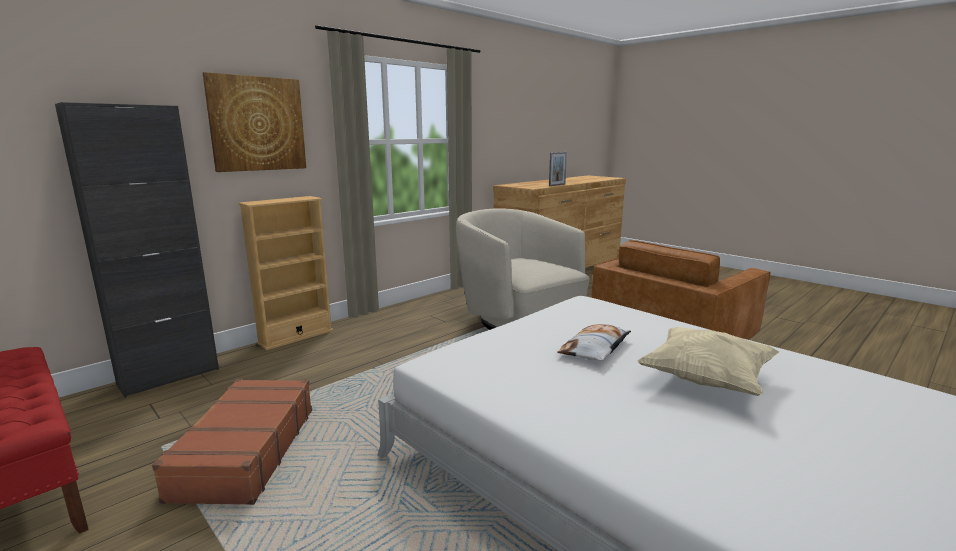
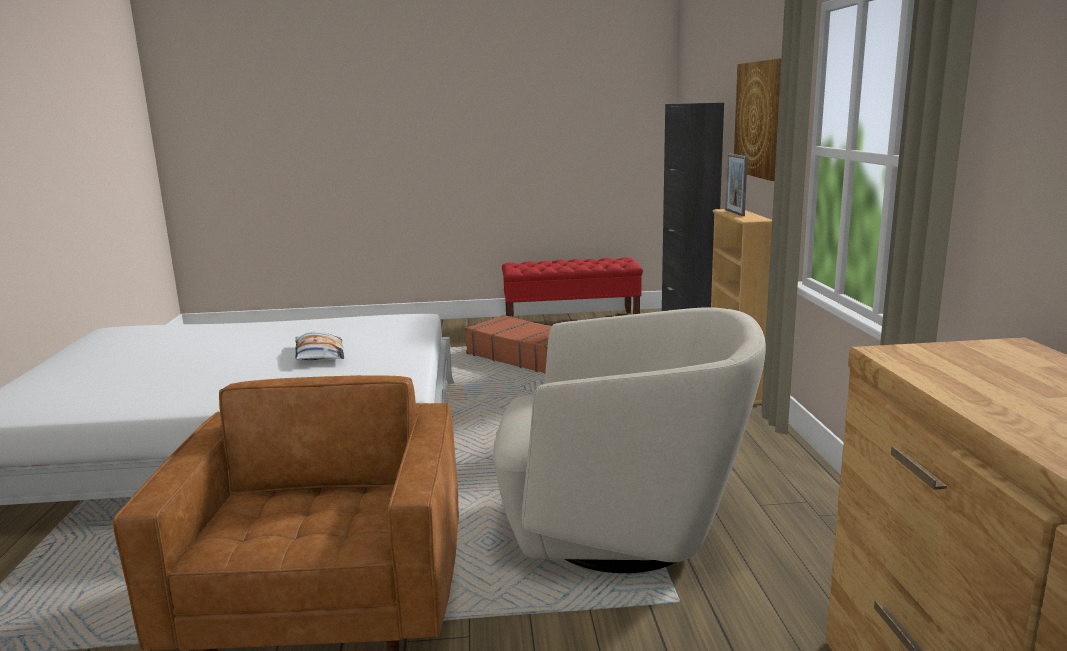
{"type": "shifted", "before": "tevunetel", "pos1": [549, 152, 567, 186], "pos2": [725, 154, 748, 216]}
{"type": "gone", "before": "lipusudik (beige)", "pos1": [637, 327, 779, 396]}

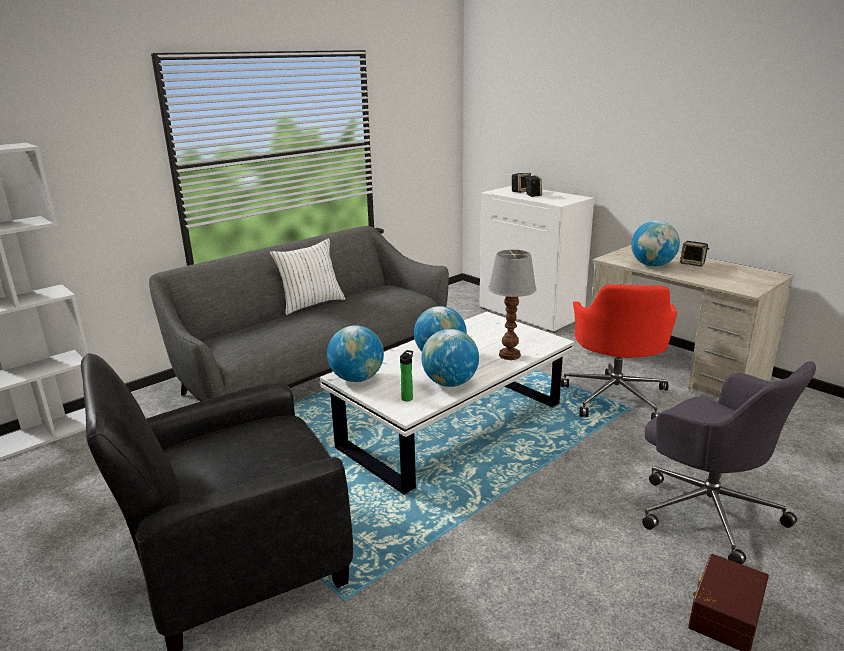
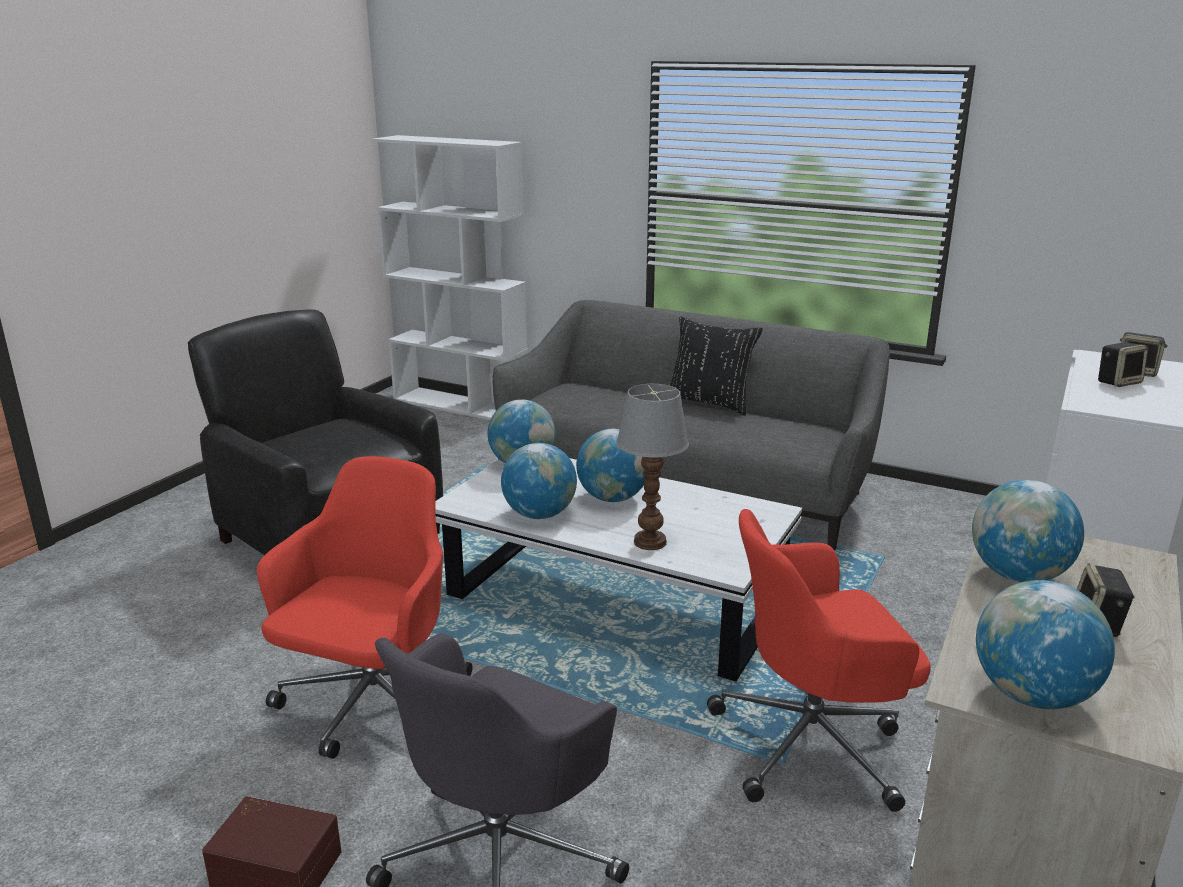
{"type": "repainted", "before": "lipusudik (white)", "after": "lipusudik (black)", "pos1": [269, 239, 345, 315], "pos2": [669, 316, 763, 416]}
{"type": "gone", "before": "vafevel", "pos1": [400, 350, 413, 401]}
{"type": "new", "after": "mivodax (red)", "pos2": [257, 456, 472, 759]}
{"type": "new", "after": "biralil", "pos2": [976, 580, 1115, 709]}

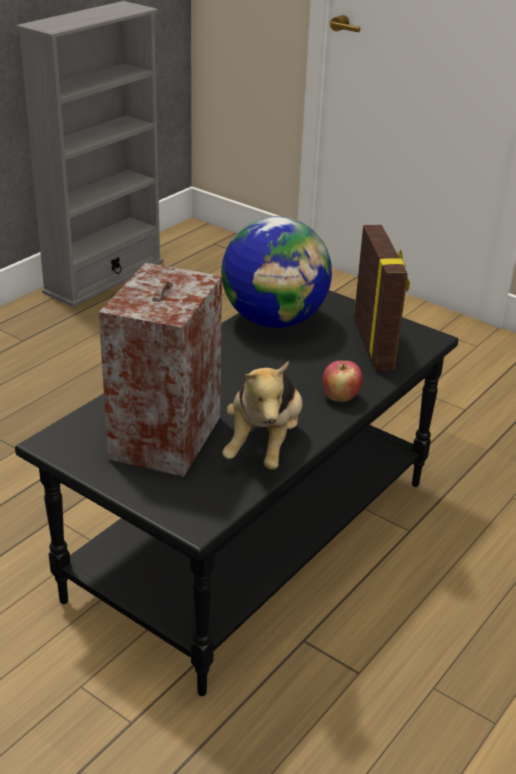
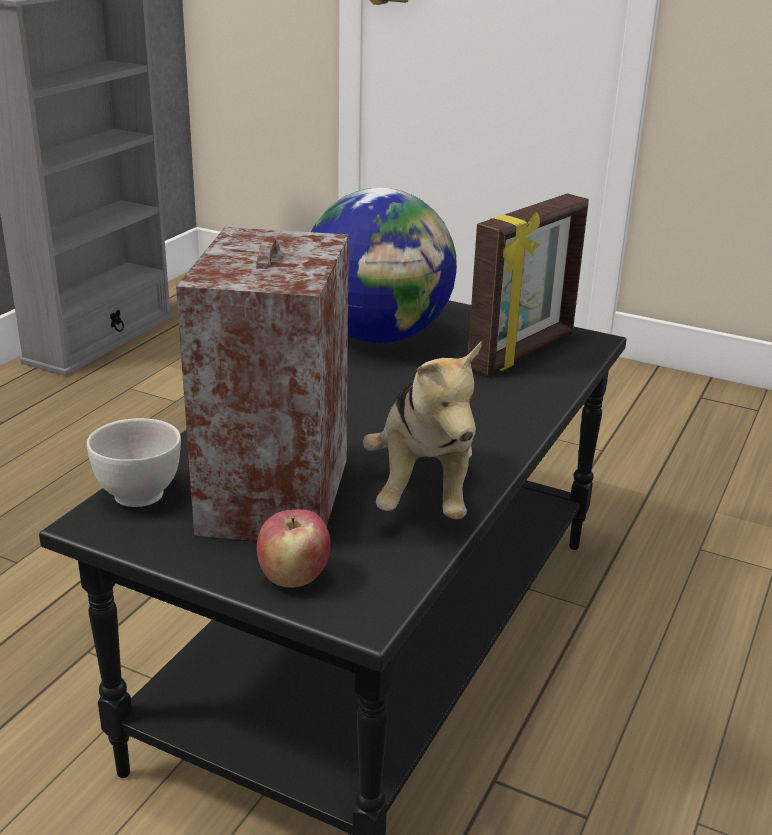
{"type": "rotated", "before": "tevunetel", "pos1": [354, 225, 410, 371], "pos2": [468, 193, 589, 375], "turn": 60}
{"type": "shifted", "before": "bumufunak", "pos1": [322, 360, 362, 402], "pos2": [257, 509, 331, 588]}
{"type": "new", "after": "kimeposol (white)", "pos2": [87, 418, 181, 507]}

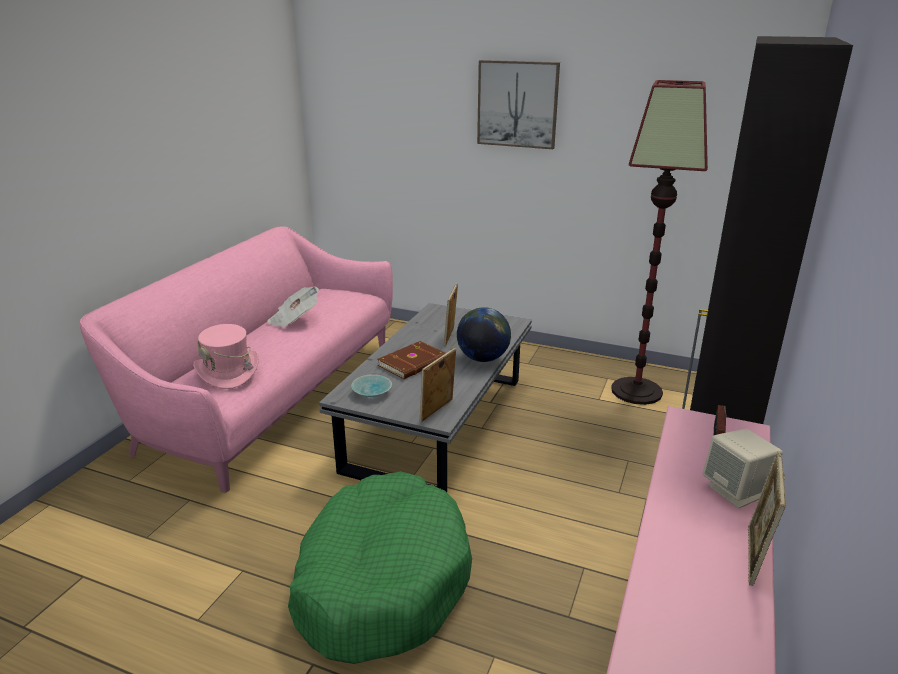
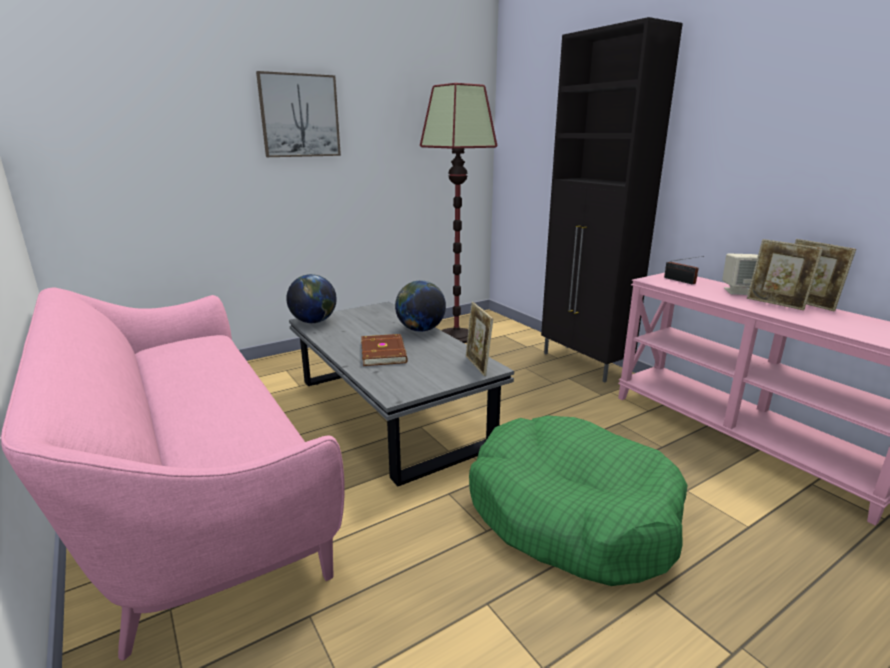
{"type": "shifted", "before": "tevunetel", "pos1": [443, 283, 458, 346], "pos2": [747, 239, 823, 310]}
{"type": "gone", "before": "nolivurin", "pos1": [267, 287, 319, 328]}
{"type": "gone", "before": "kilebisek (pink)", "pos1": [193, 324, 259, 389]}
{"type": "gone", "before": "kimeposol (turquoise)", "pos1": [351, 374, 392, 398]}
{"type": "new", "after": "biralil", "pos2": [286, 274, 337, 323]}

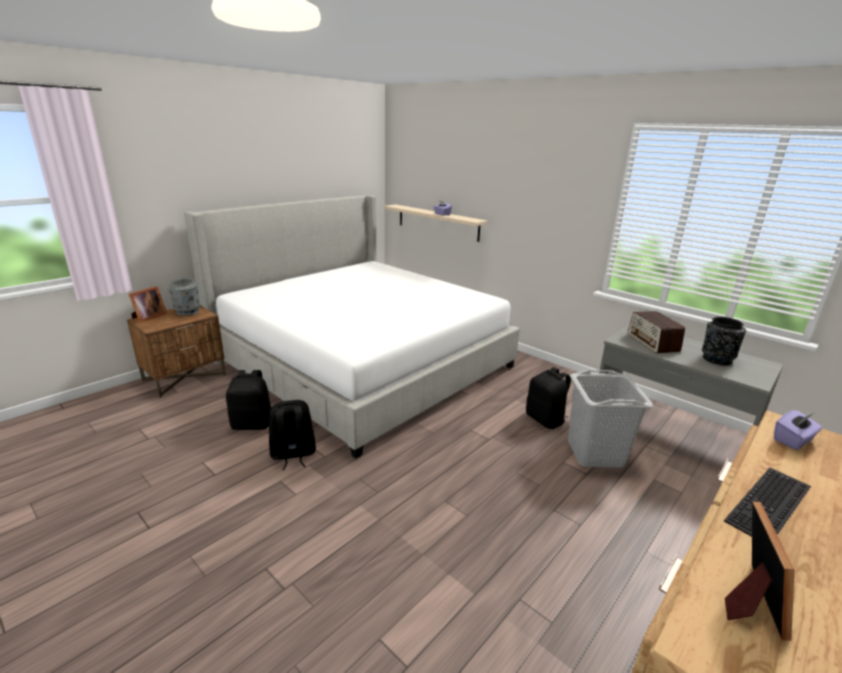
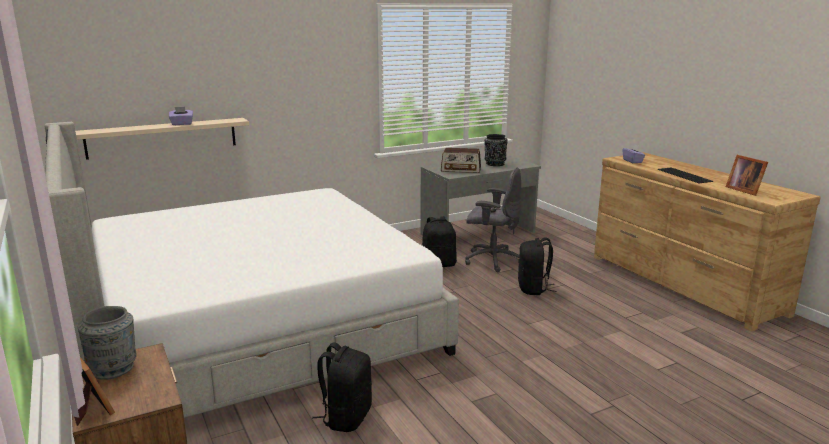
{"type": "swapped", "before": "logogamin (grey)", "after": "mivodax (grey)", "pos1": [568, 370, 653, 468], "pos2": [465, 167, 521, 272]}
{"type": "shifted", "before": "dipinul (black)", "pos1": [269, 400, 316, 470], "pos2": [518, 237, 557, 295]}
{"type": "rotated", "before": "tevunetel", "pos1": [725, 502, 794, 641], "pos2": [726, 155, 768, 196], "turn": -150}

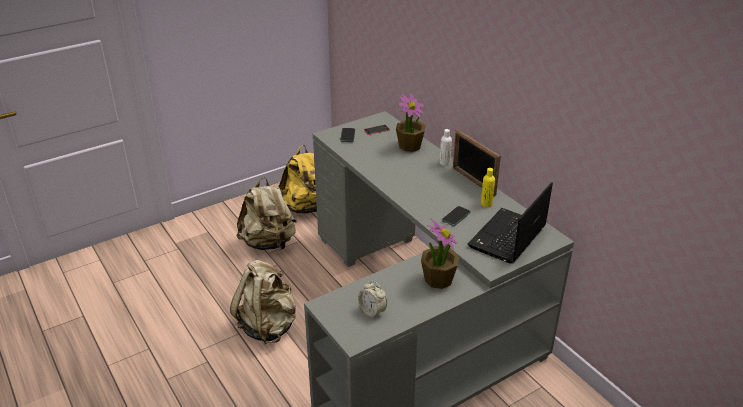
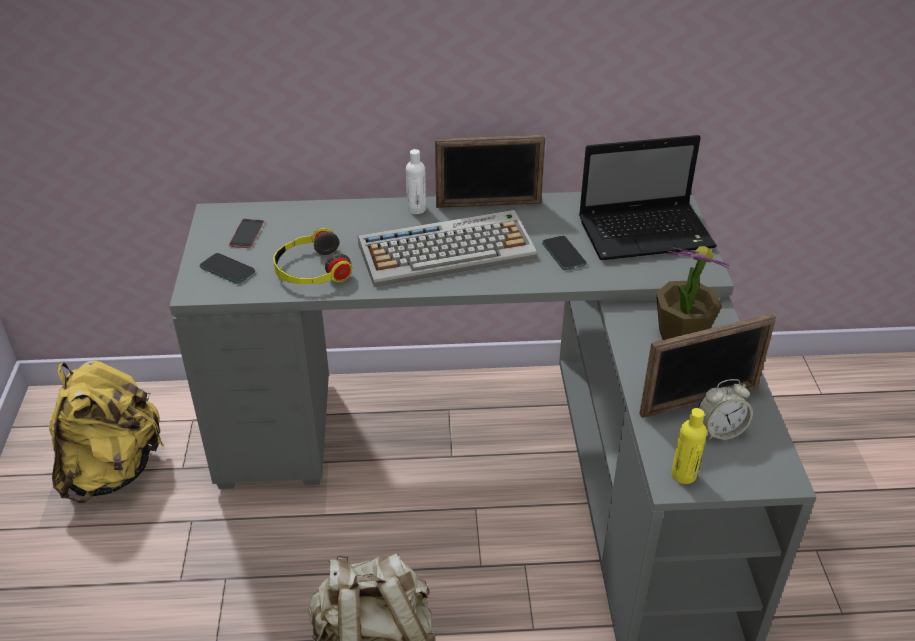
{"type": "gone", "before": "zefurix", "pos1": [396, 93, 426, 152]}
{"type": "shifted", "before": "vafevel (yellow)", "pos1": [481, 168, 495, 207], "pos2": [671, 408, 707, 484]}
{"type": "gone", "before": "dipinul (beige)", "pos1": [236, 177, 297, 250]}
{"type": "rotated", "before": "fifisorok", "pos1": [468, 182, 553, 264], "pos2": [579, 135, 717, 260], "turn": -75}
{"type": "new", "after": "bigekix", "pos2": [358, 210, 538, 288]}
{"type": "new", "after": "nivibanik", "pos2": [273, 228, 352, 284]}
{"type": "new", "after": "tevunetel", "pos2": [639, 313, 776, 418]}

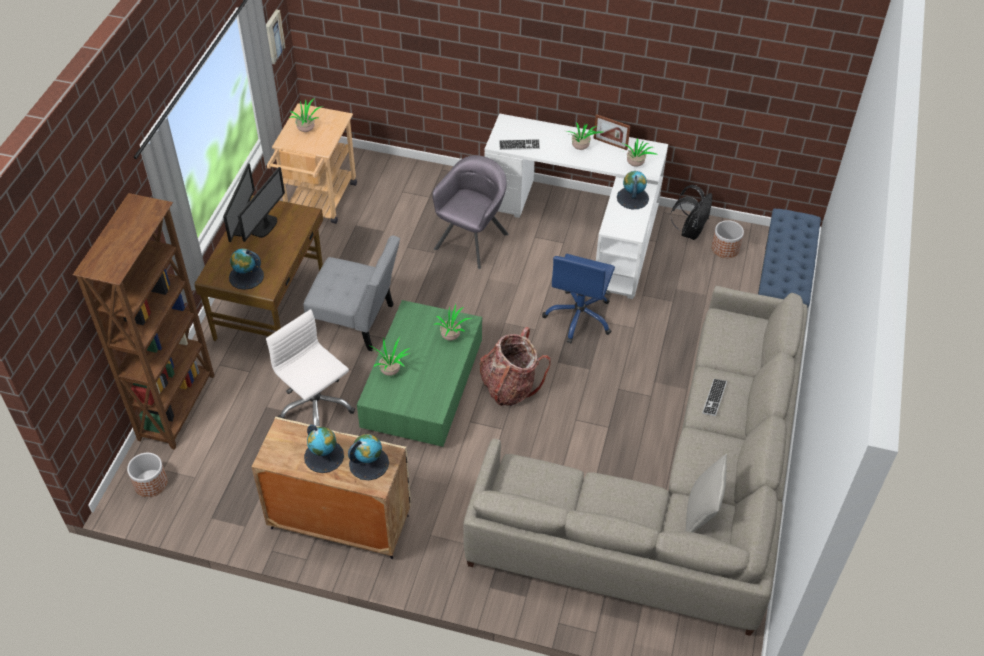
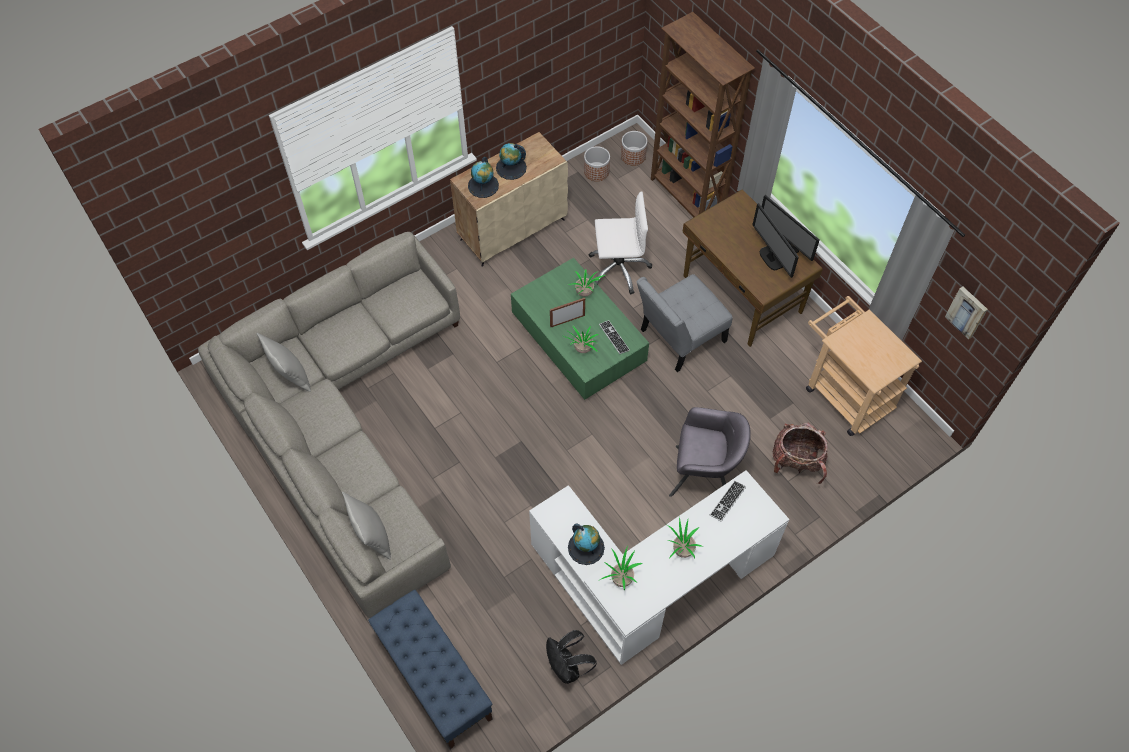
{"type": "gone", "before": "zefurix", "pos1": [290, 99, 321, 132]}
{"type": "shifted", "before": "tevunetel", "pos1": [593, 114, 630, 150], "pos2": [550, 298, 585, 327]}
{"type": "rotated", "before": "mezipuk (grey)", "pos1": [432, 155, 509, 269], "pos2": [669, 407, 751, 497], "turn": -60}
{"type": "shifted", "before": "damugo", "pos1": [712, 220, 744, 258], "pos2": [584, 146, 610, 181]}
{"type": "gone", "before": "biralil", "pos1": [229, 248, 264, 290]}
{"type": "gone", "before": "mivodax (blue)", "pos1": [542, 254, 615, 343]}
{"type": "shifted", "before": "dipinul", "pos1": [479, 327, 551, 406], "pos2": [773, 423, 828, 484]}
{"type": "shifted", "before": "bigekix", "pos1": [702, 379, 727, 416], "pos2": [599, 320, 630, 354]}
{"type": "new", "after": "lipusudik (grey)", "pos2": [342, 492, 391, 559]}

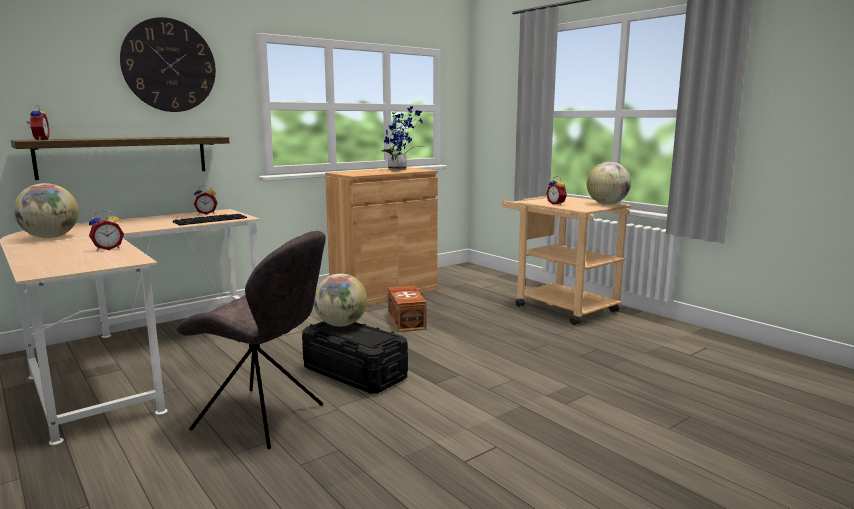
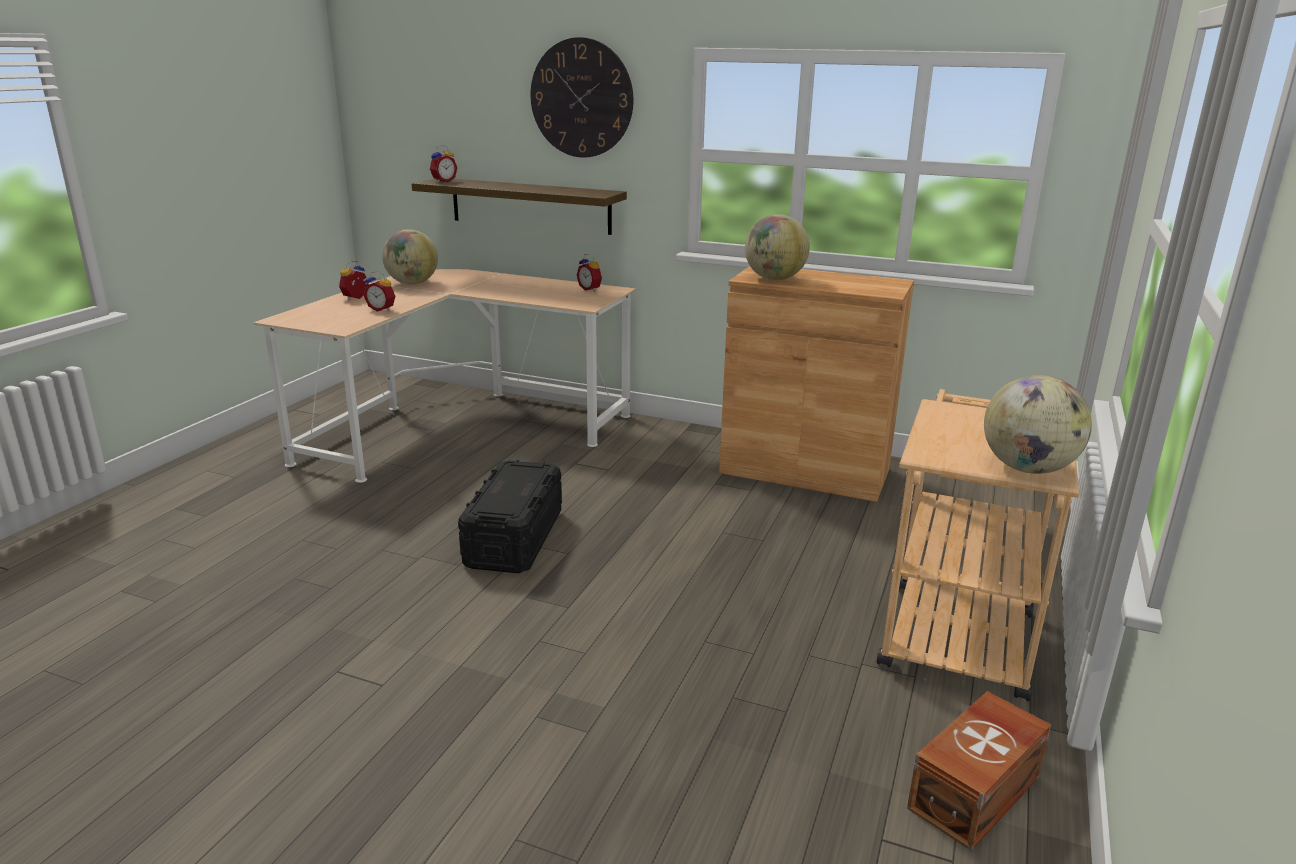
{"type": "gone", "before": "zefurix", "pos1": [382, 106, 425, 171]}
{"type": "shifted", "before": "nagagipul", "pos1": [546, 176, 567, 205], "pos2": [339, 260, 369, 300]}
{"type": "gone", "before": "bigekix", "pos1": [173, 214, 247, 225]}
{"type": "gone", "before": "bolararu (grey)", "pos1": [176, 231, 326, 449]}
{"type": "shifted", "before": "biralil", "pos1": [314, 274, 367, 327], "pos2": [745, 214, 810, 280]}
{"type": "shifted", "before": "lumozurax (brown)", "pos1": [387, 286, 427, 332], "pos2": [907, 691, 1051, 851]}

